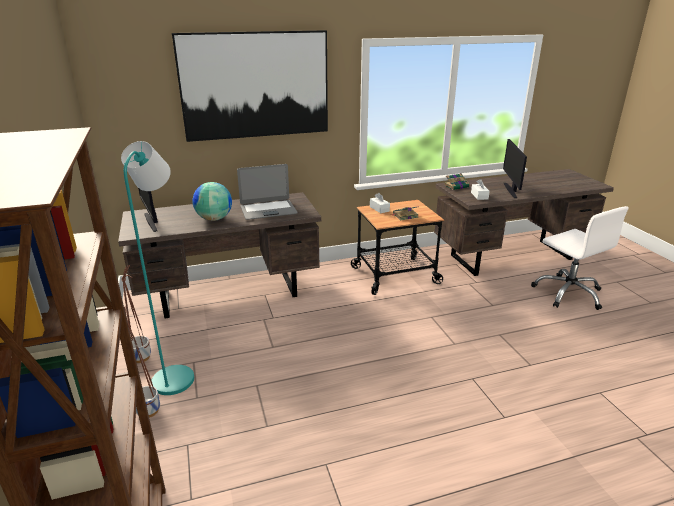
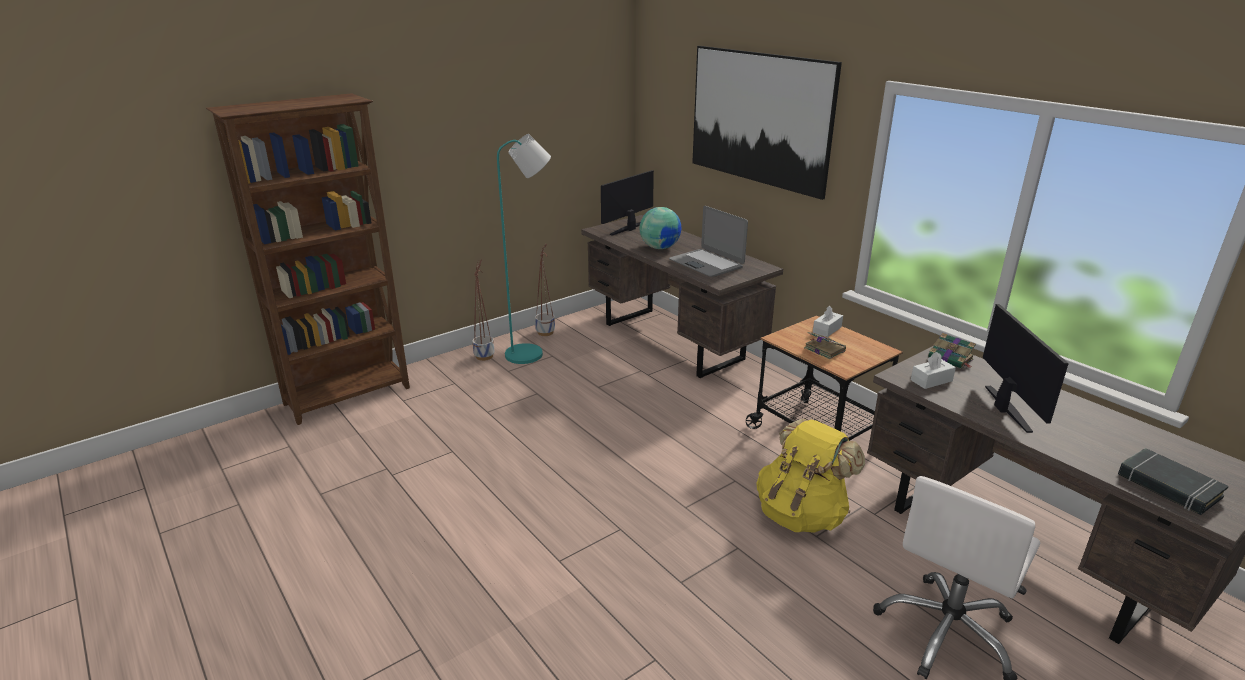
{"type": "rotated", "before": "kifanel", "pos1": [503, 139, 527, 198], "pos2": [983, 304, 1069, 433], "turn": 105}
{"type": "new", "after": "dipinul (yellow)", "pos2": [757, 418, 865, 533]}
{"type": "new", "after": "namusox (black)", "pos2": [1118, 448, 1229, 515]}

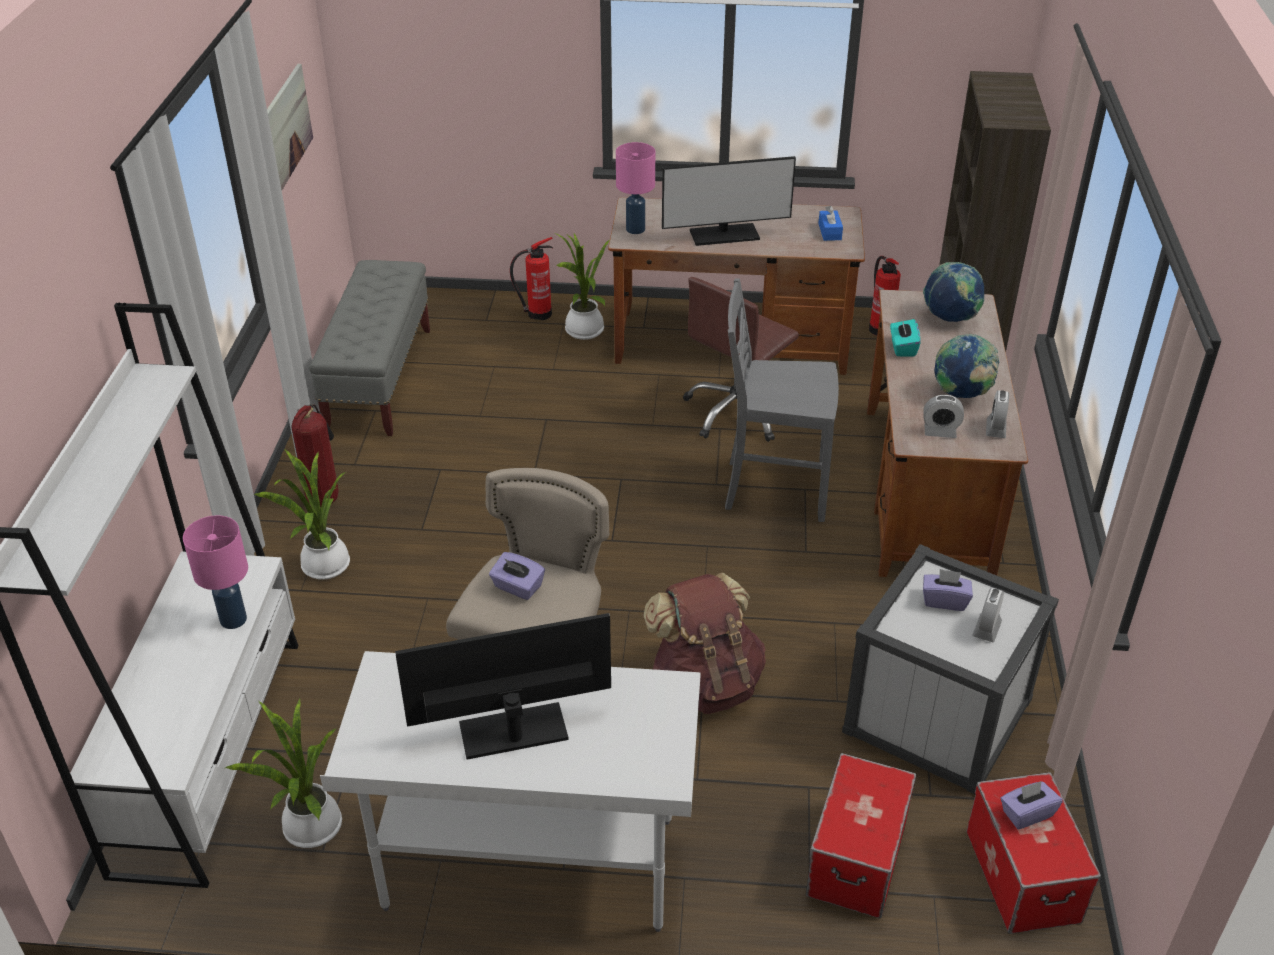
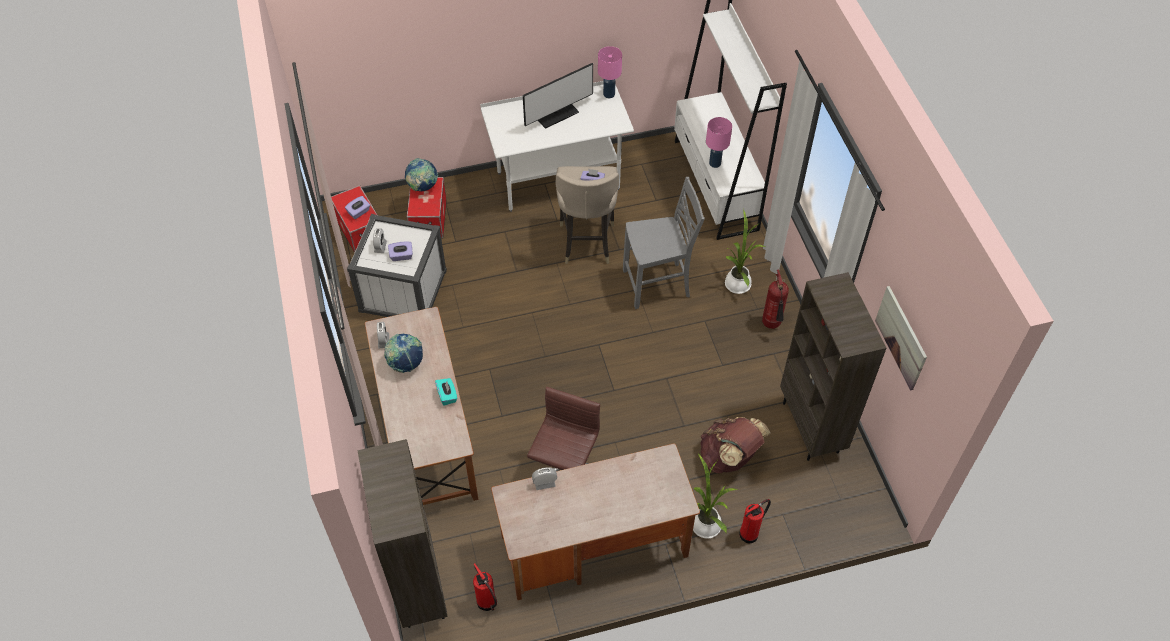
{"type": "shifted", "before": "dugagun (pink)", "pos1": [616, 142, 655, 234], "pos2": [598, 46, 622, 98]}
{"type": "gone", "before": "kifanel", "pos1": [662, 156, 796, 246]}
{"type": "gone", "before": "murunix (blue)", "pos1": [818, 205, 843, 241]}
{"type": "swapped", "before": "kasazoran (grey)", "after": "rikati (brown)", "pos1": [309, 260, 430, 436], "pos2": [780, 272, 886, 461]}
{"type": "shifted", "before": "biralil", "pos1": [923, 262, 985, 322], "pos2": [405, 158, 438, 191]}
{"type": "shifted", "before": "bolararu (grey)", "pos1": [725, 278, 839, 522], "pos2": [623, 177, 705, 309]}
{"type": "shifted", "before": "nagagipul", "pos1": [923, 395, 964, 438], "pos2": [532, 467, 557, 490]}
{"type": "shifted", "before": "dipinul (brown)", "pos1": [643, 573, 766, 714], "pos2": [700, 417, 771, 473]}
{"type": "gone", "before": "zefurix", "pos1": [224, 699, 342, 848]}

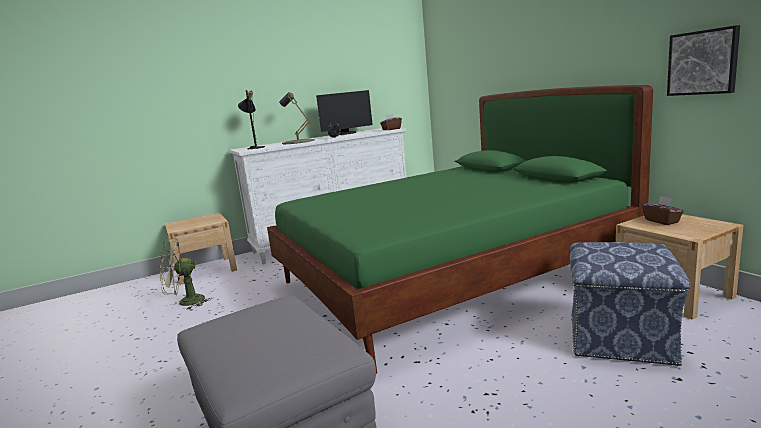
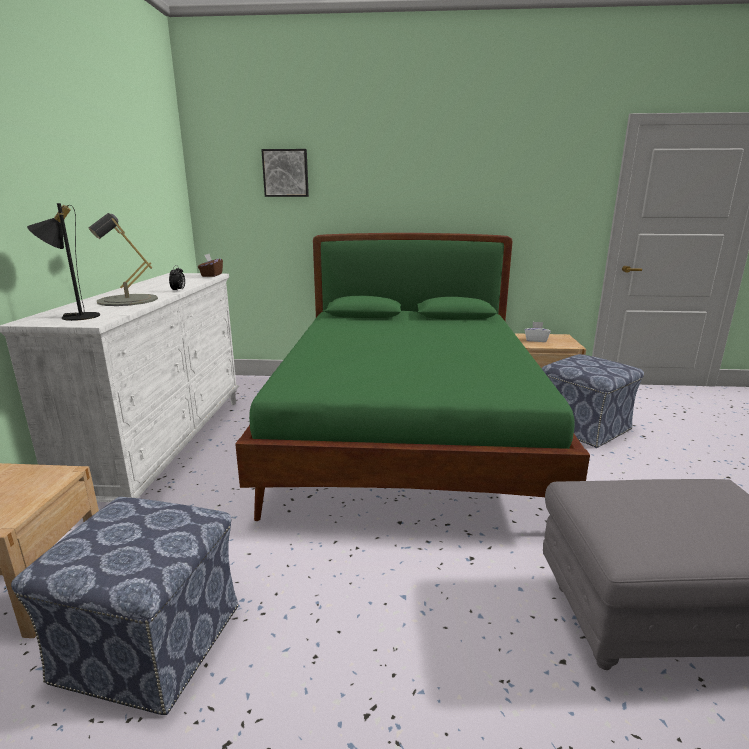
{"type": "shifted", "before": "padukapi", "pos1": [667, 25, 740, 96], "pos2": [261, 149, 309, 197]}
{"type": "gone", "before": "kifanel", "pos1": [316, 90, 373, 135]}
{"type": "repainted", "before": "murunix (brown)", "after": "murunix (white)", "pos1": [642, 196, 684, 225], "pos2": [525, 322, 551, 342]}
{"type": "swapped", "before": "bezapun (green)", "after": "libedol", "pos1": [160, 240, 212, 310], "pos2": [11, 497, 238, 715]}

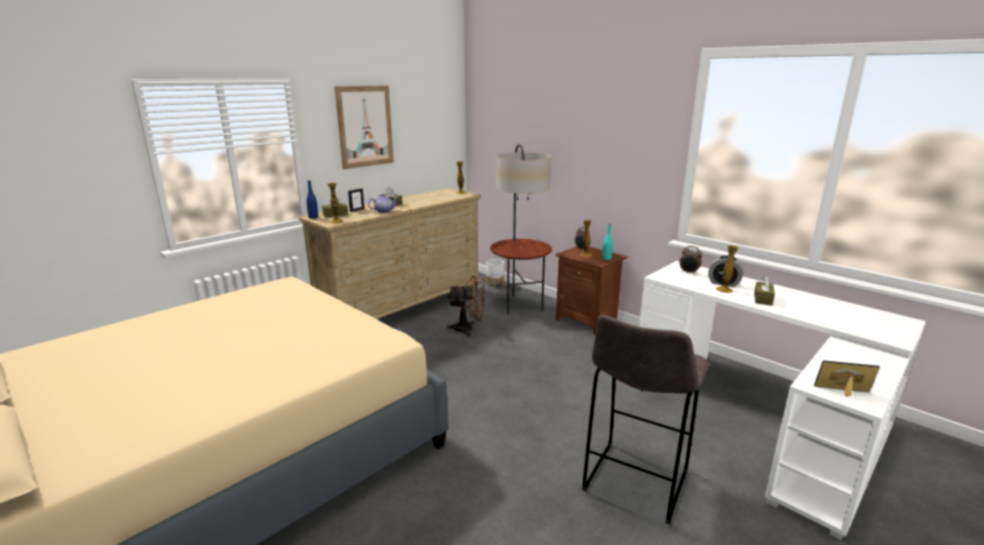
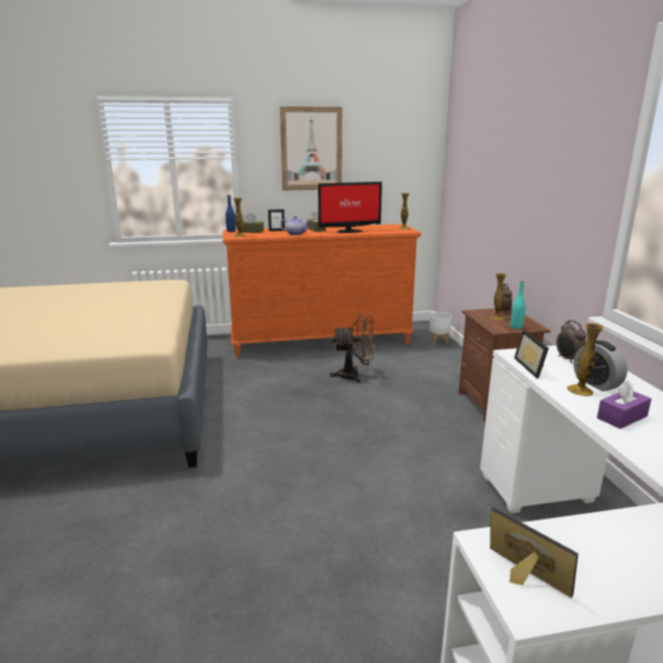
{"type": "gone", "before": "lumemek", "pos1": [490, 144, 552, 315]}
{"type": "repainted", "before": "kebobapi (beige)", "after": "kebobapi (orange)", "pos1": [299, 188, 481, 319], "pos2": [223, 224, 421, 358]}
{"type": "rotated", "before": "bezapun (brown)", "pos1": [447, 276, 485, 337], "pos2": [330, 315, 375, 383], "turn": -45}
{"type": "repainted", "before": "murunix (brown)", "after": "murunix (purple)", "pos1": [754, 276, 775, 306], "pos2": [597, 380, 651, 429]}
{"type": "gone", "before": "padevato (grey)", "pos1": [582, 315, 710, 524]}
{"type": "new", "after": "kifanel", "pos2": [318, 182, 382, 233]}
{"type": "new", "after": "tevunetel", "pos2": [514, 330, 549, 379]}

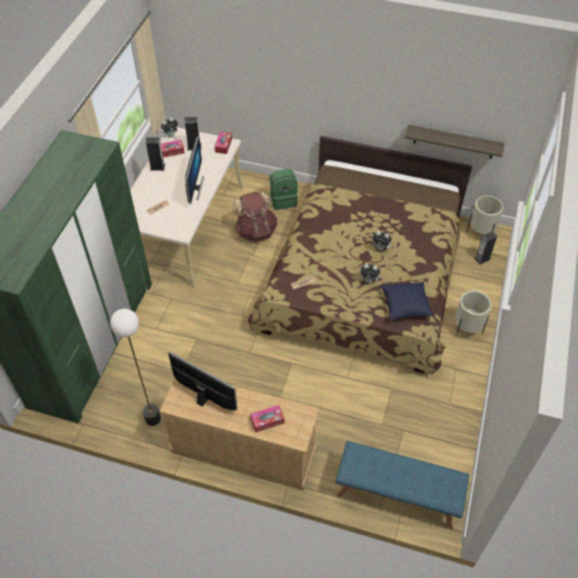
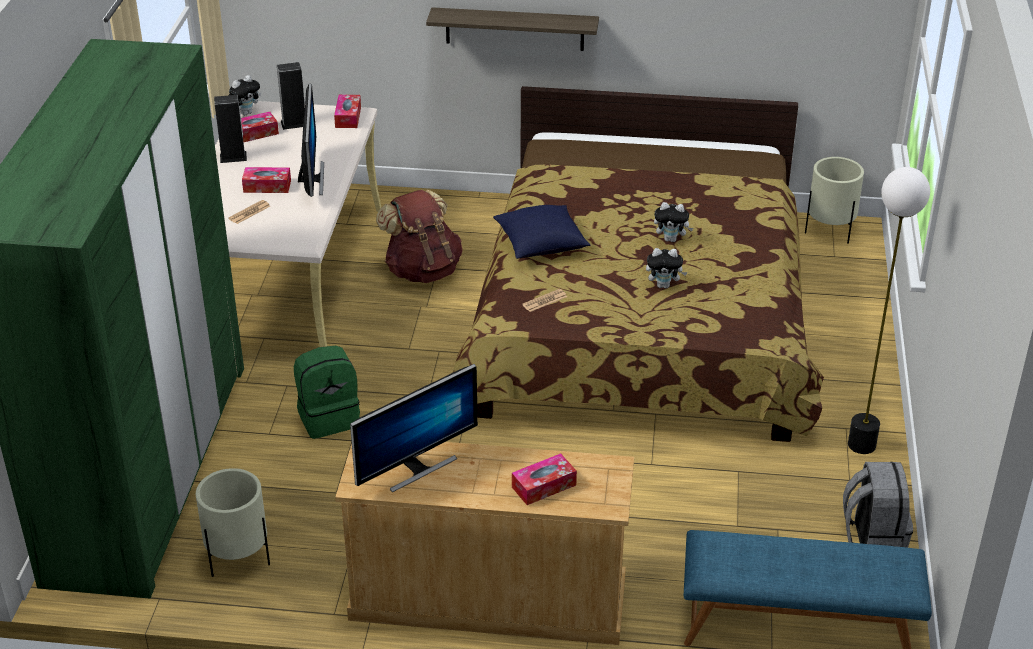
{"type": "shifted", "before": "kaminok", "pos1": [404, 125, 505, 159], "pos2": [426, 7, 599, 51]}
{"type": "shifted", "before": "dipinul (green)", "pos1": [270, 169, 298, 210], "pos2": [294, 346, 360, 439]}
{"type": "gone", "before": "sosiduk", "pos1": [474, 231, 497, 265]}
{"type": "shifted", "before": "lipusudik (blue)", "pos1": [380, 282, 434, 321], "pos2": [493, 205, 590, 259]}
{"type": "shifted", "before": "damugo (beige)", "pos1": [455, 290, 491, 337], "pos2": [196, 468, 270, 577]}
{"type": "shifted", "before": "lumemek", "pos1": [110, 309, 161, 426], "pos2": [848, 167, 930, 454]}
{"type": "rotated", "before": "kifanel", "pos1": [168, 352, 237, 411], "pos2": [350, 364, 478, 492], "turn": 120}
{"type": "new", "after": "murunix", "pos2": [242, 167, 291, 193]}
{"type": "new", "after": "dipinul (grey)", "pos2": [843, 462, 913, 548]}

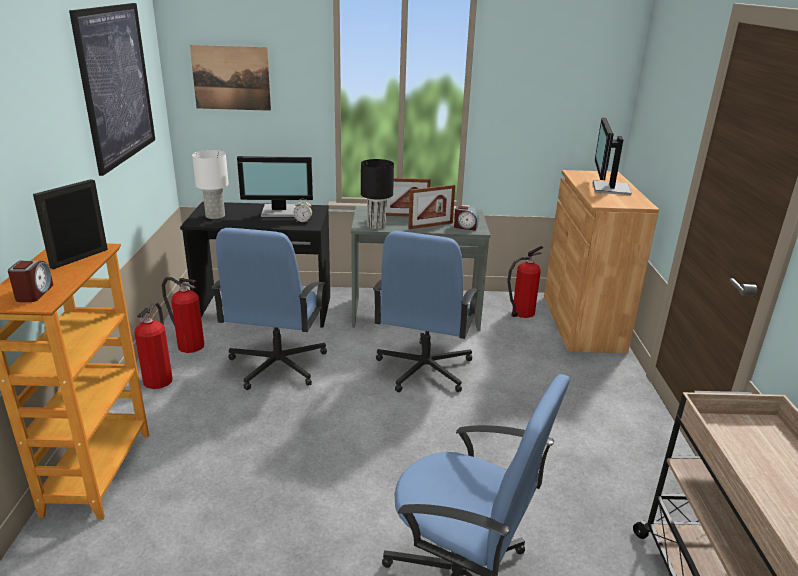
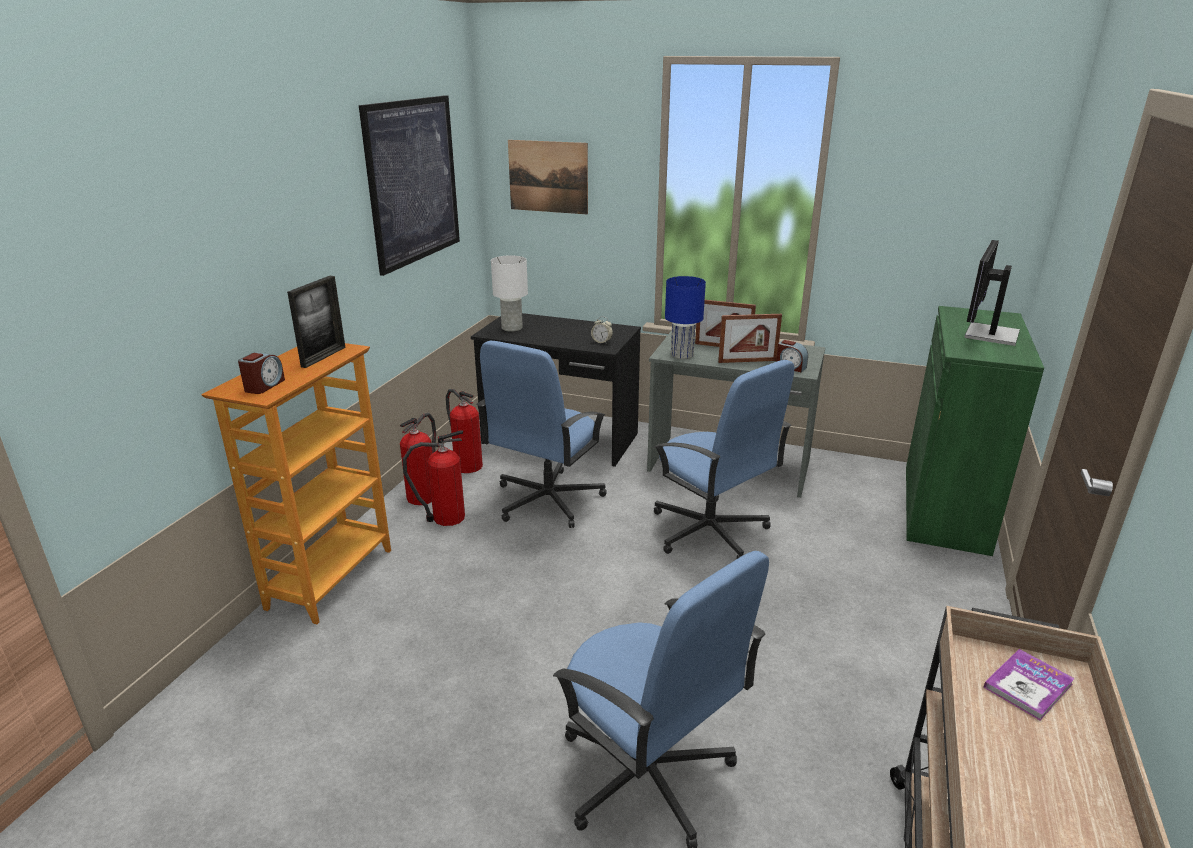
{"type": "gone", "before": "kifanel", "pos1": [237, 156, 313, 217]}
{"type": "repainted", "before": "dugagun (black)", "after": "dugagun (blue)", "pos1": [361, 159, 394, 229], "pos2": [665, 276, 706, 359]}
{"type": "repainted", "before": "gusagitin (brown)", "after": "gusagitin (green)", "pos1": [544, 170, 659, 353], "pos2": [906, 306, 1044, 556]}
{"type": "rotated", "before": "tevunetel", "pos1": [33, 179, 108, 269], "pos2": [287, 276, 346, 368], "turn": 150}
{"type": "rotated", "before": "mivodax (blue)", "pos1": [373, 231, 480, 392], "pos2": [654, 360, 794, 559], "turn": -75}
{"type": "shifted", "before": "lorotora", "pos1": [507, 246, 543, 318], "pos2": [403, 430, 465, 526]}
{"type": "new", "after": "namusox", "pos2": [983, 649, 1075, 720]}

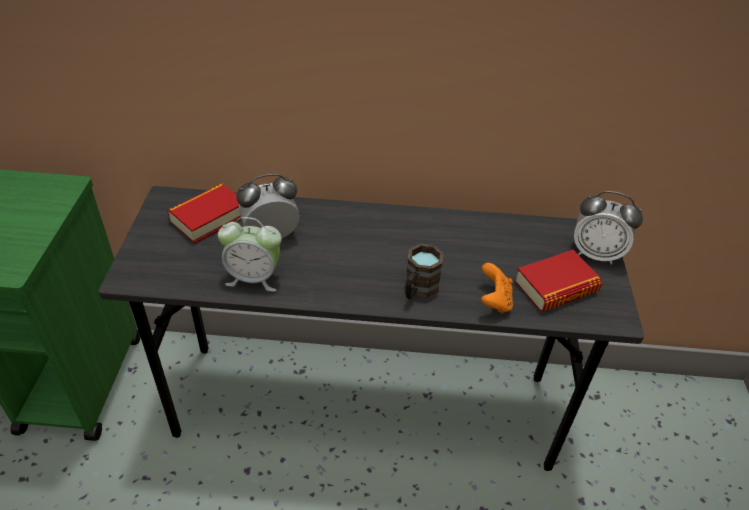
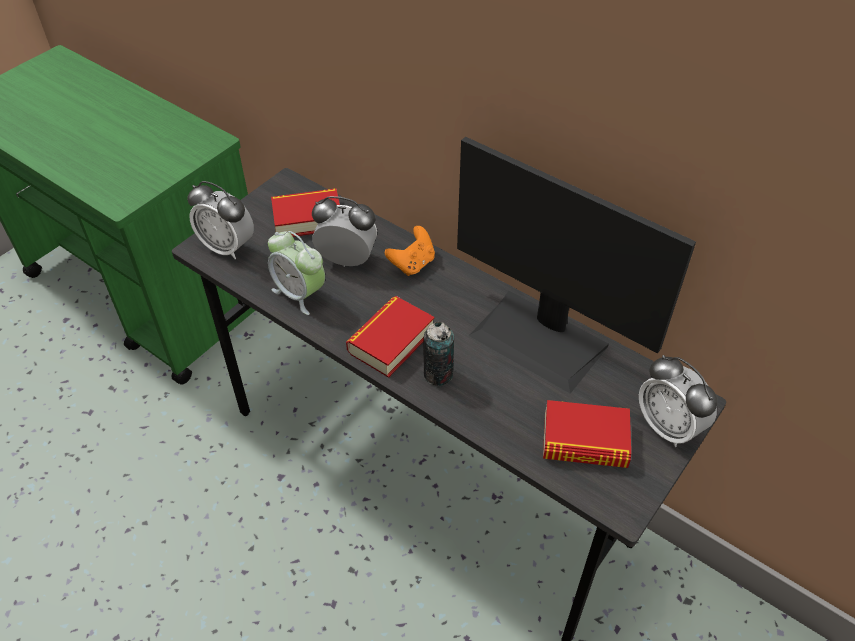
{"type": "swapped", "before": "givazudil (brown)", "after": "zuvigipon", "pos1": [405, 243, 444, 299], "pos2": [424, 322, 454, 386]}
{"type": "shifted", "before": "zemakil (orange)", "pos1": [481, 263, 513, 314], "pos2": [385, 226, 435, 276]}
{"type": "new", "after": "kifanel", "pos2": [457, 137, 696, 394]}
{"type": "new", "after": "nagagipul", "pos2": [187, 181, 254, 259]}
{"type": "new", "after": "namusox", "pos2": [346, 296, 435, 378]}

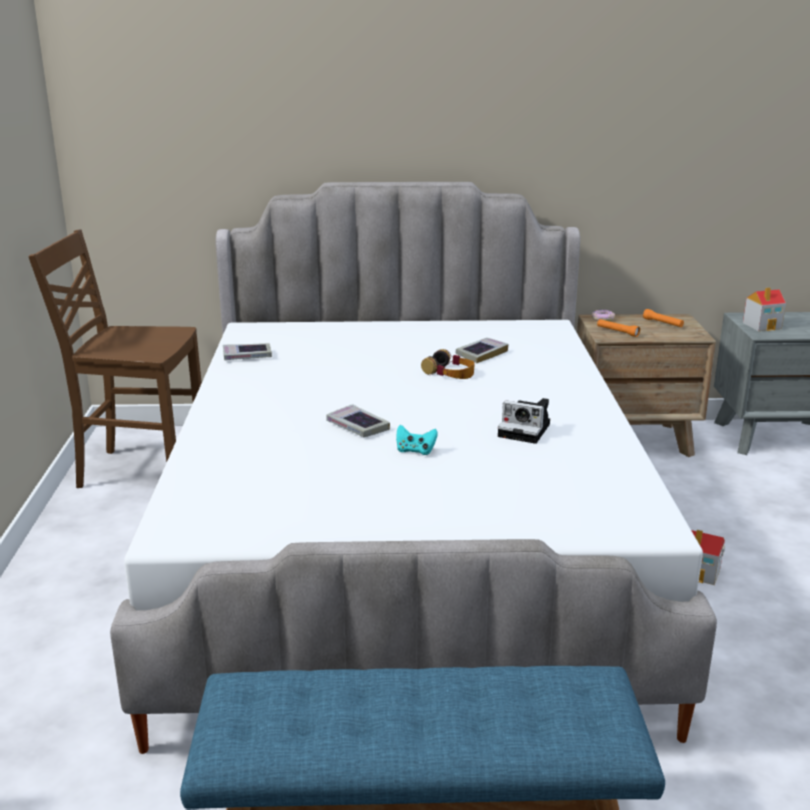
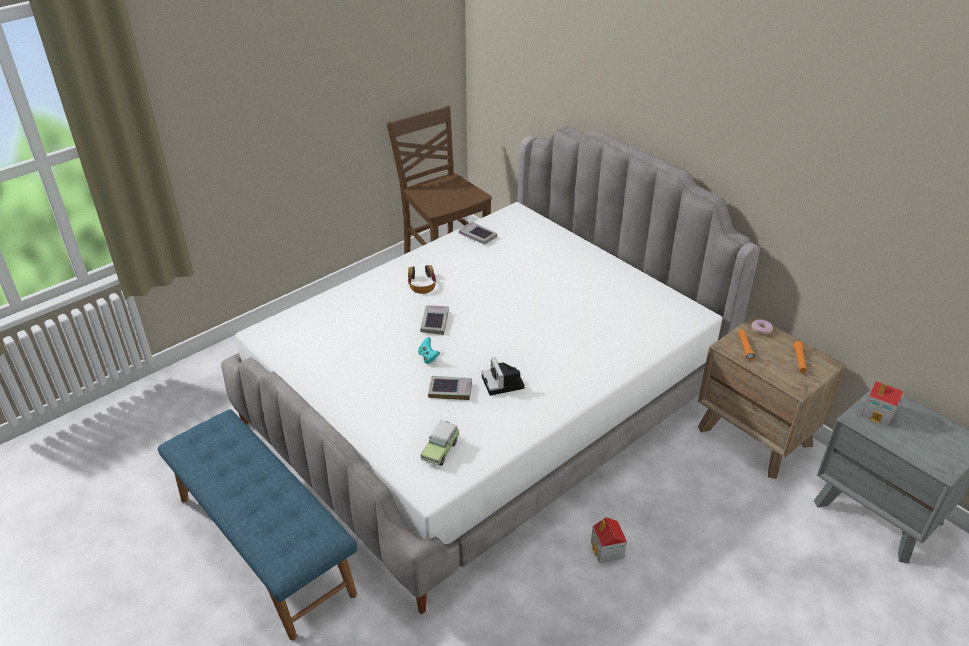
{"type": "shifted", "before": "namusox", "pos1": [455, 338, 509, 363], "pos2": [428, 376, 472, 400]}
{"type": "shifted", "before": "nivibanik", "pos1": [421, 349, 475, 379], "pos2": [408, 265, 436, 294]}
{"type": "new", "after": "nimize", "pos2": [420, 420, 460, 466]}

